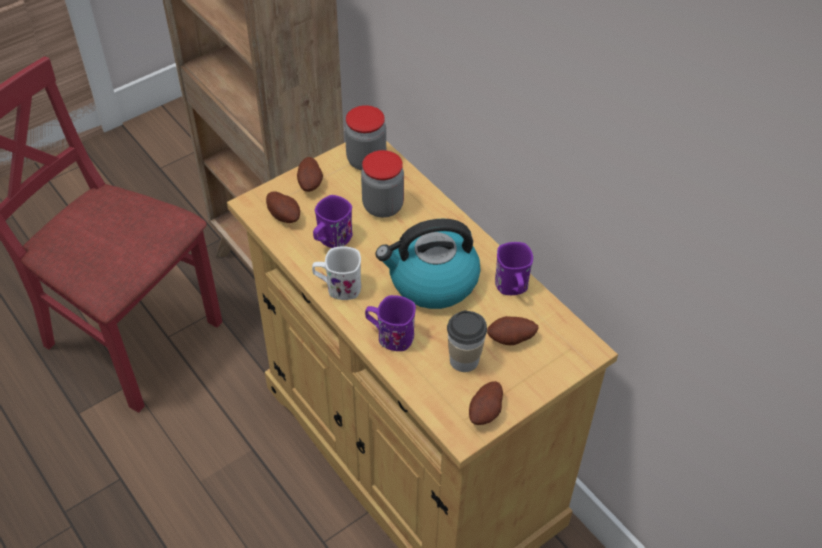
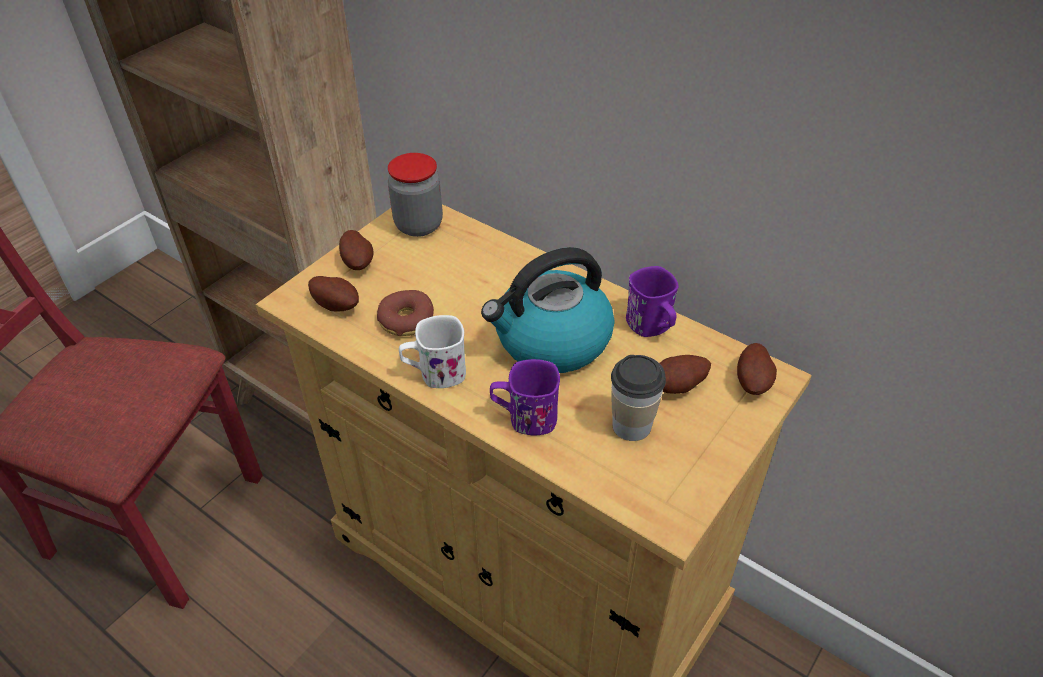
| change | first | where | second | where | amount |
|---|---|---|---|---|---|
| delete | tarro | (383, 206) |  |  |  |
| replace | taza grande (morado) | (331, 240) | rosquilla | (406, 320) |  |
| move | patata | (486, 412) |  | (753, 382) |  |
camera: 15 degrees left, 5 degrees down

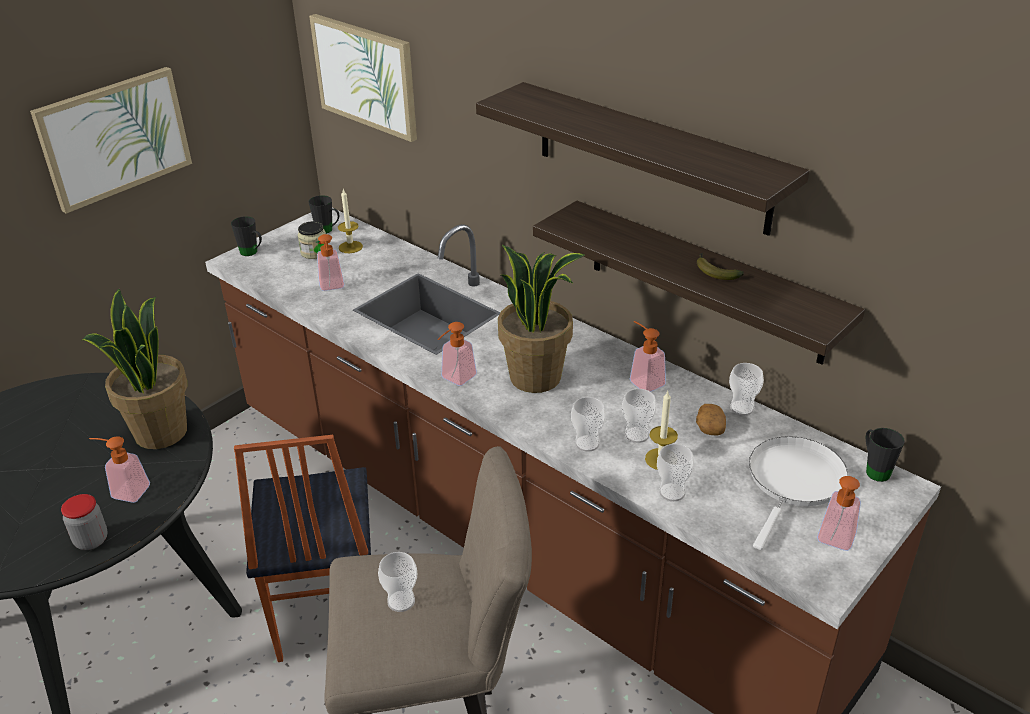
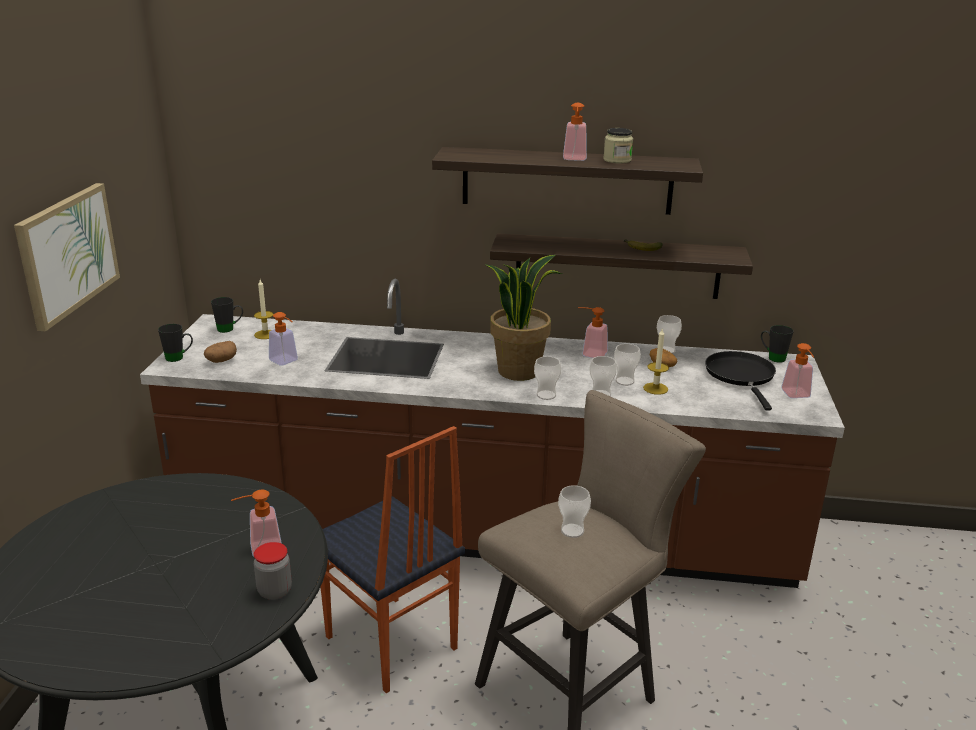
| change | first | where | second | where | amount |
|---|---|---|---|---|---|
| delete | cuadro | (365, 76) |  |  |  |
| move | tarro | (314, 252) |  | (617, 160) |  |
| delete | planta en maceta | (160, 432) |  |  |  |
| move | dispensador de jabón | (455, 379) |  | (574, 159) |  |
| recolor | sartén (blanco) | (794, 482) | sartén (negro) | (741, 376) |  |
| move | taza | (672, 492) |  | (546, 395) |  |
| insert |  |  | patata | (221, 361) |  |
camera: 35 degrees left, 10 degrees down

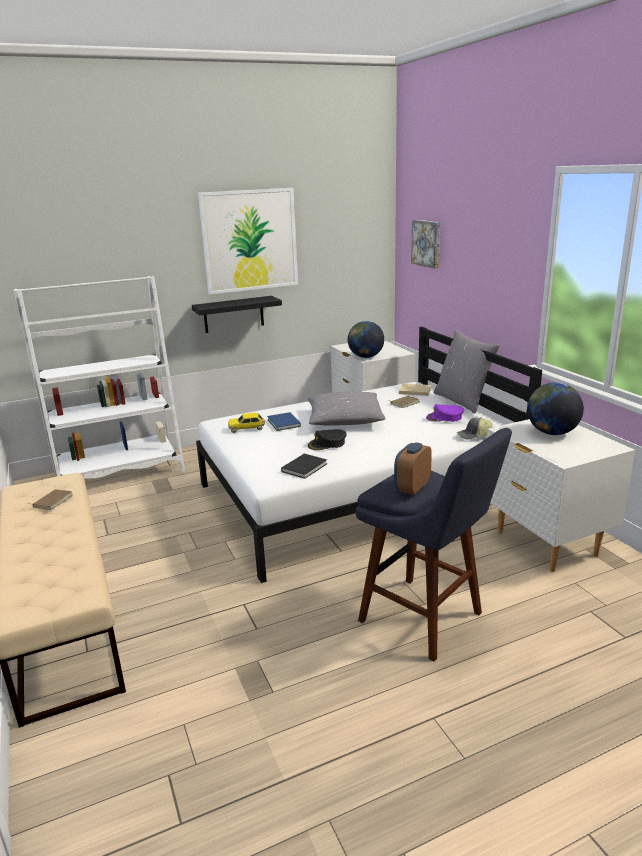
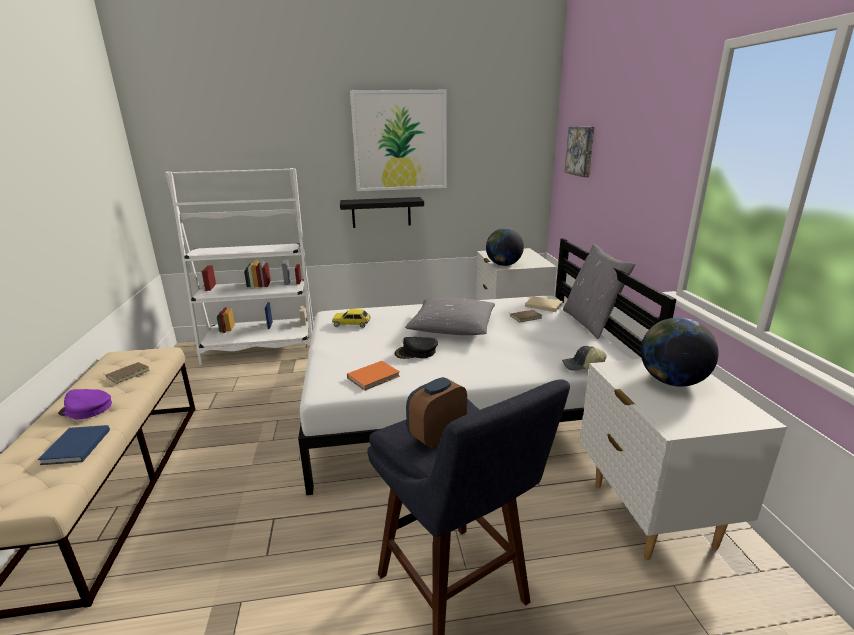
| change | first | where | second | where | amount |
|---|---|---|---|---|---|
| move | gorra (morado) | (445, 417) |  | (86, 409) |  |
| move | libro (azul) | (283, 423) |  | (75, 447) |  |
| recolor | libro (negro) | (305, 467) | libro (naranja) | (375, 377) |  |
camera: 15 degrees right, 0 degrees up

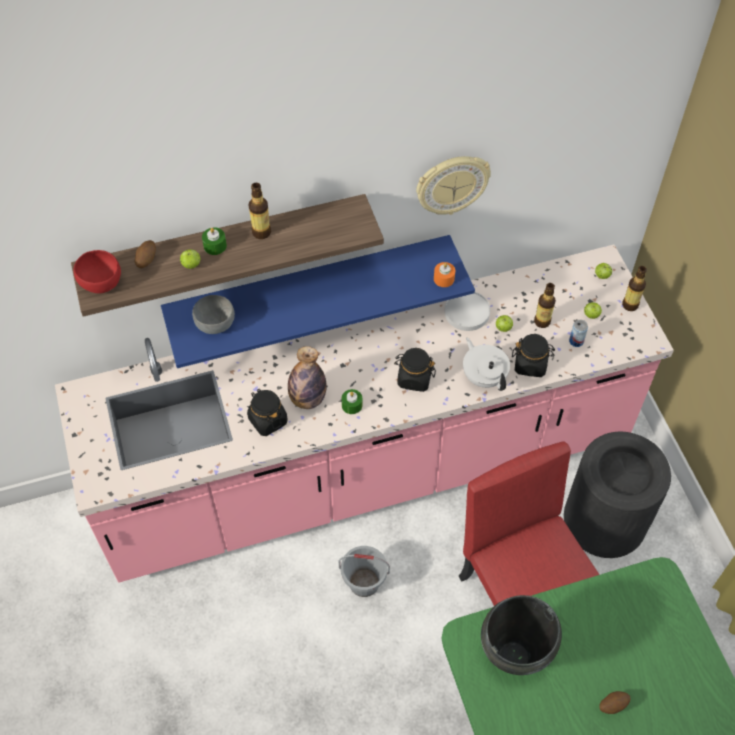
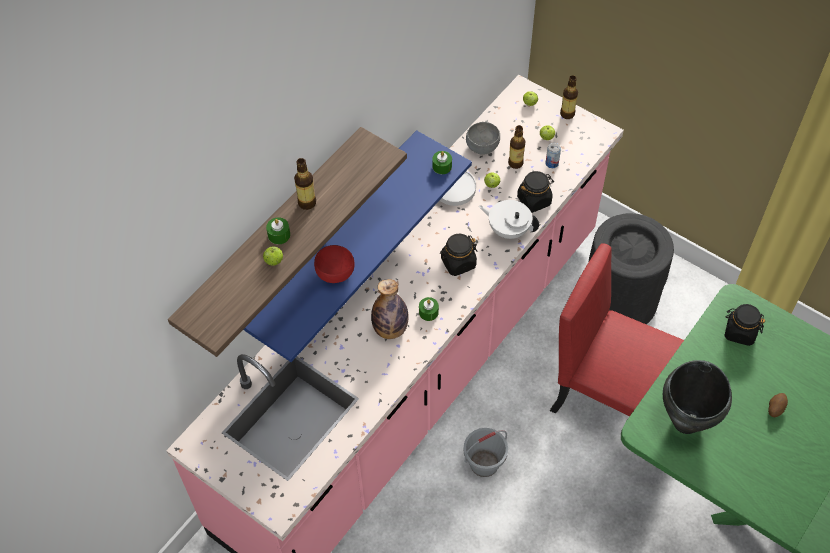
| change | first | where | second | where | amount |
|---|---|---|---|---|---|
| delete | reloj de pared | (452, 184) |  |  |  |
| delete | patata | (146, 260) |  |  |  |
| move | cuenco (rojo) | (101, 283) |  | (335, 273) |  |
| recolor | vela (naranja) | (444, 279) | vela (verde) | (442, 166) |  |
| move | cuenco (gris) | (215, 324) |  | (482, 147) |  |
| move | tarro (negro) | (267, 420) |  | (739, 332) |  |
camera: 35 degrees left, 0 degrees up

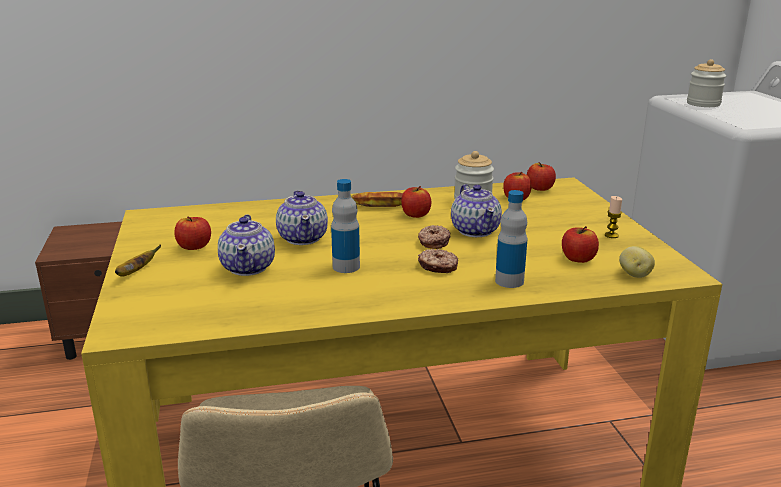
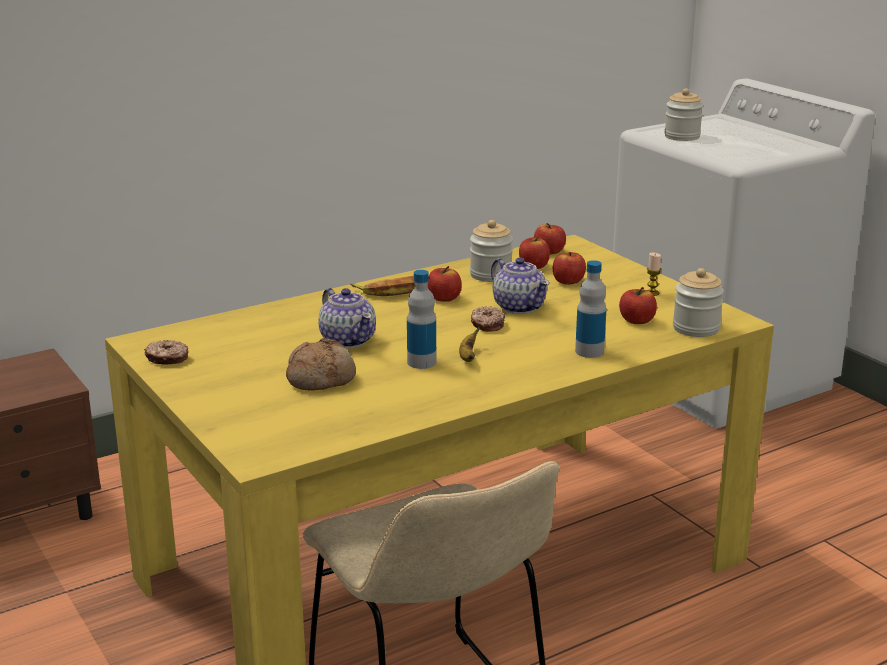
| change | first | where | second | where | amount |
|---|---|---|---|---|---|
| replace | tetera | (248, 267) | pan | (321, 378) |  |
| move | manzana | (194, 246) |  | (568, 281) |  |
| move | plátano | (136, 272) |  | (468, 357) |  |
| replace | patata | (634, 275) | tarro | (696, 328) |  |
| move | rosquilla | (438, 267) |  | (167, 359) |  |
camera: 20 degrees left, 0 degrees up

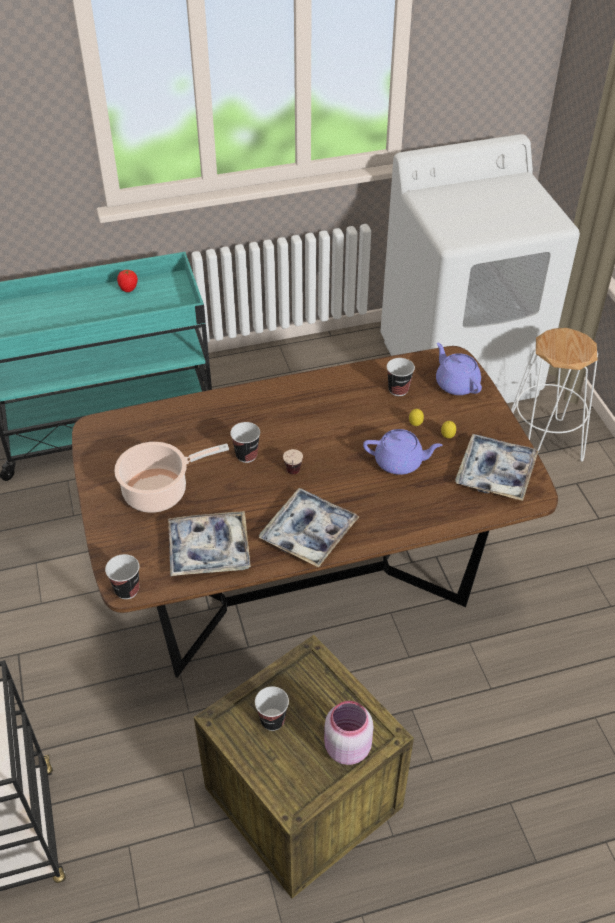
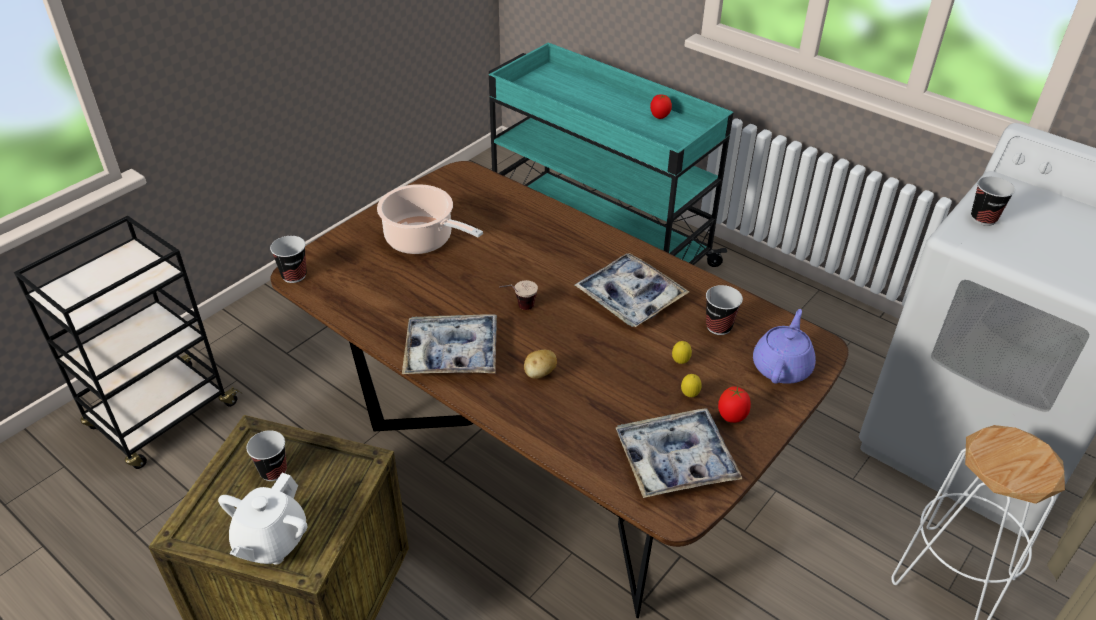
| change | first | where | second | where | amount |
|---|---|---|---|---|---|
| move | taza | (246, 455) |  | (983, 218) |  |
| delete | tetera (morado) | (399, 462) |  |  |  |
| move | bandeja | (209, 550) |  | (630, 297) |  |
| replace | tarro (rosa) | (346, 747) | tetera (blanco) | (271, 541) |  |
| insert |  |  | patata | (540, 374) |  |
| insert |  |  | tomate | (732, 417) |  |
camera: 55 degrees right, 5 degrees down

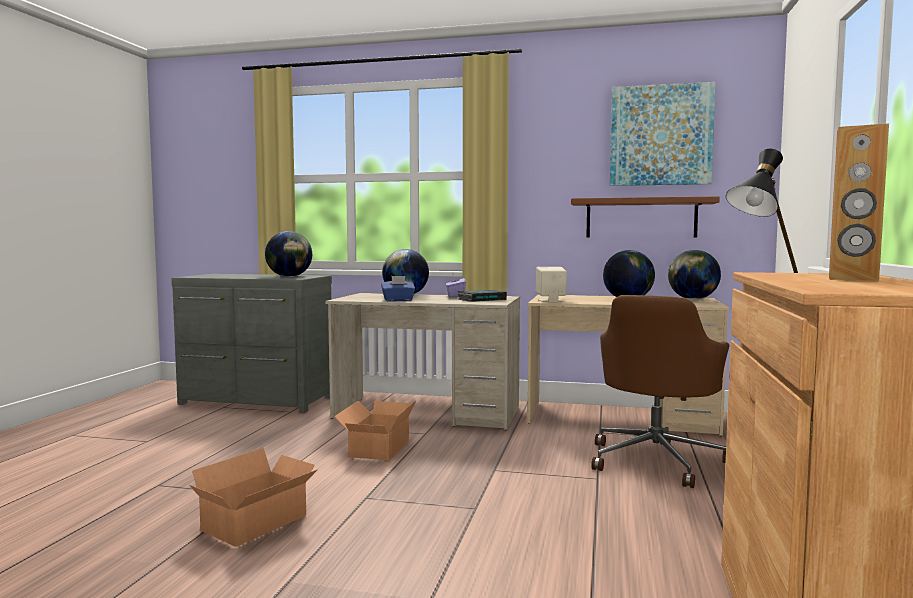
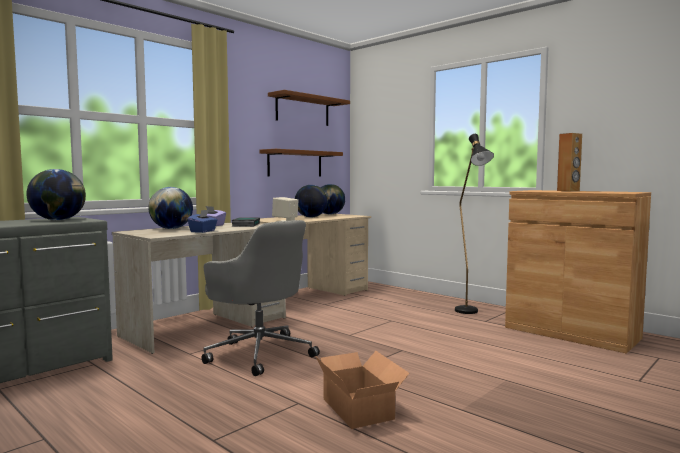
| change | first | where | second | where | amount |
|---|---|---|---|---|---|
| replace | cuadro | (660, 135) | estante (marrón) | (302, 110) |  |
| delete | silla de oficina (marrón) | (656, 460) |  |  |  |
| replace | caja de cartón | (376, 448) | silla de oficina (gris) | (259, 353) |  |
camera: 60 degrees left, 0 degrees up

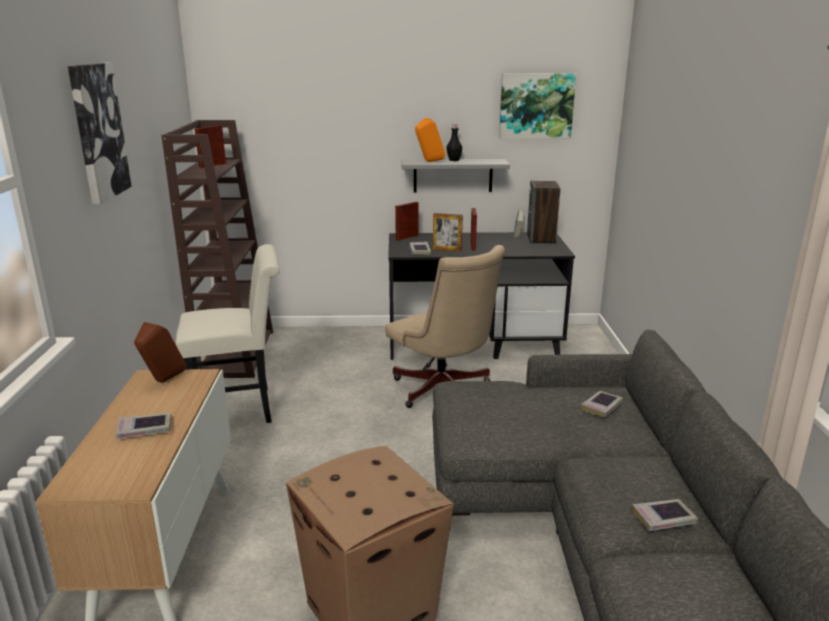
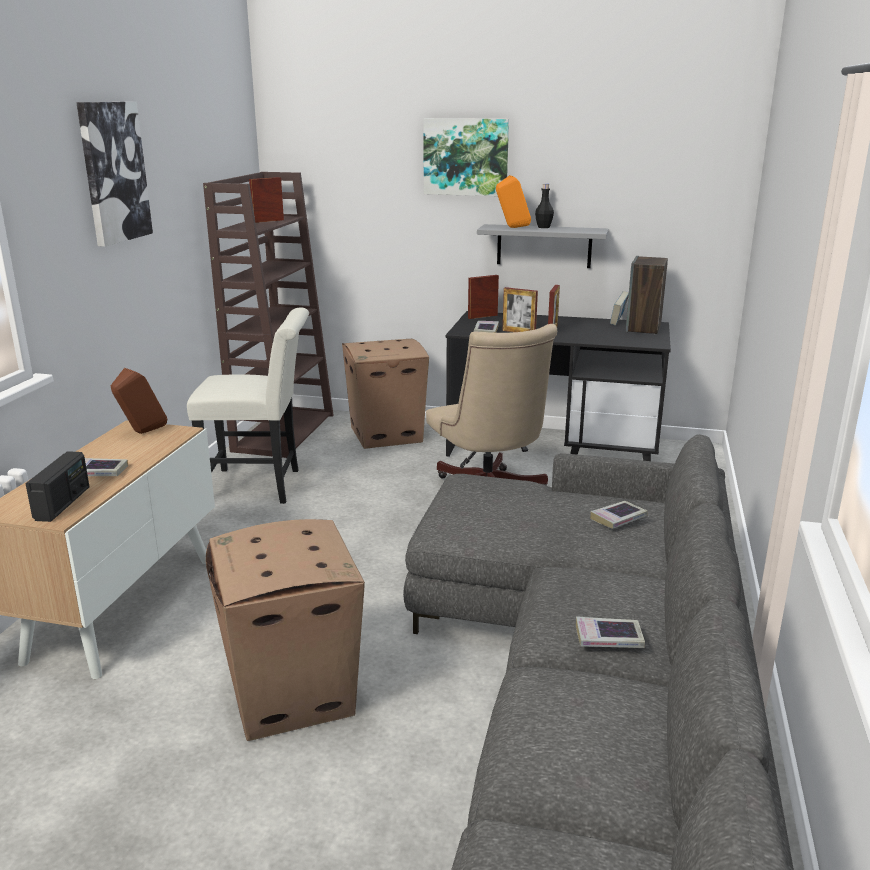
| change | first | where | second | where | amount |
|---|---|---|---|---|---|
| move | cuadro | (536, 105) |  | (466, 157) |  |
| insert |  |  | caja de cartón | (387, 434) |  |
| insert |  |  | radio | (63, 504) |  |
camera: 15 degrees right, 0 degrees up

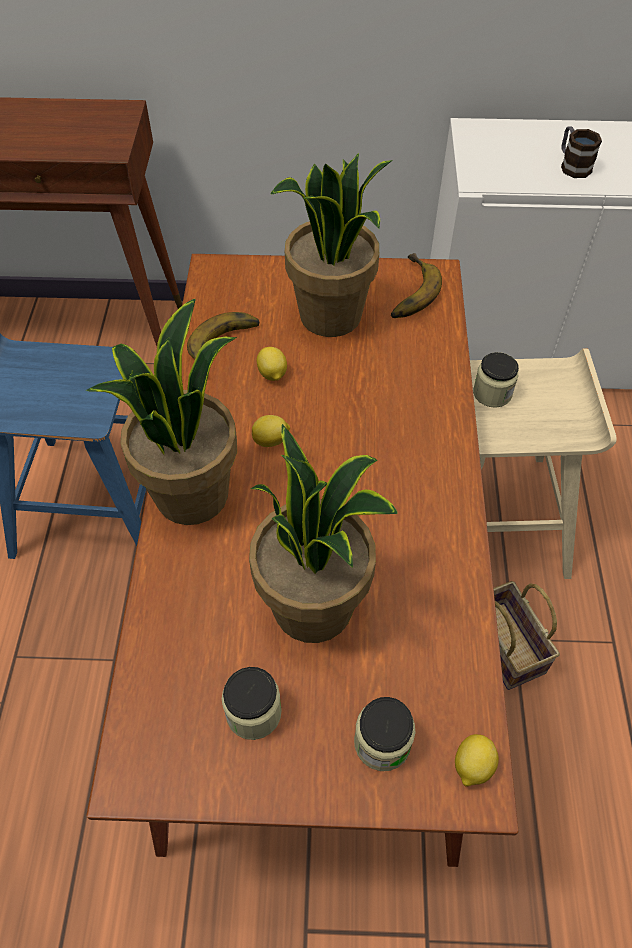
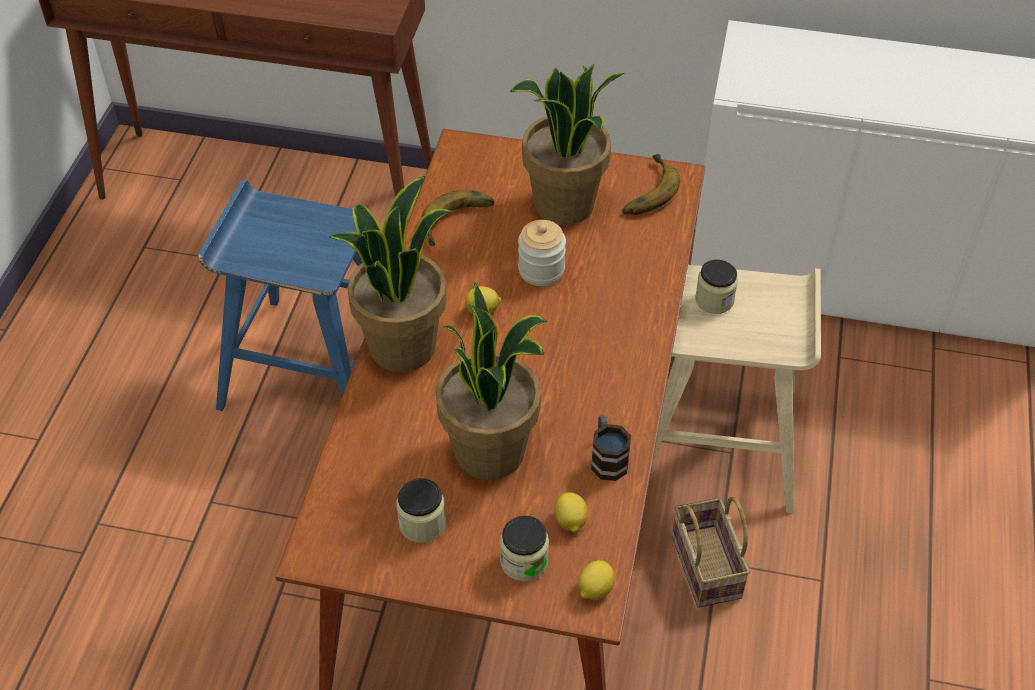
| change | first | where | second | where | amount |
|---|---|---|---|---|---|
| move | taza grande | (572, 165) |  | (607, 458) |  |
| move | limón | (272, 374) |  | (570, 522) |  |
| insert |  |  | tarro | (541, 270) |  |
camera: 10 degrees right, 5 degrees down

